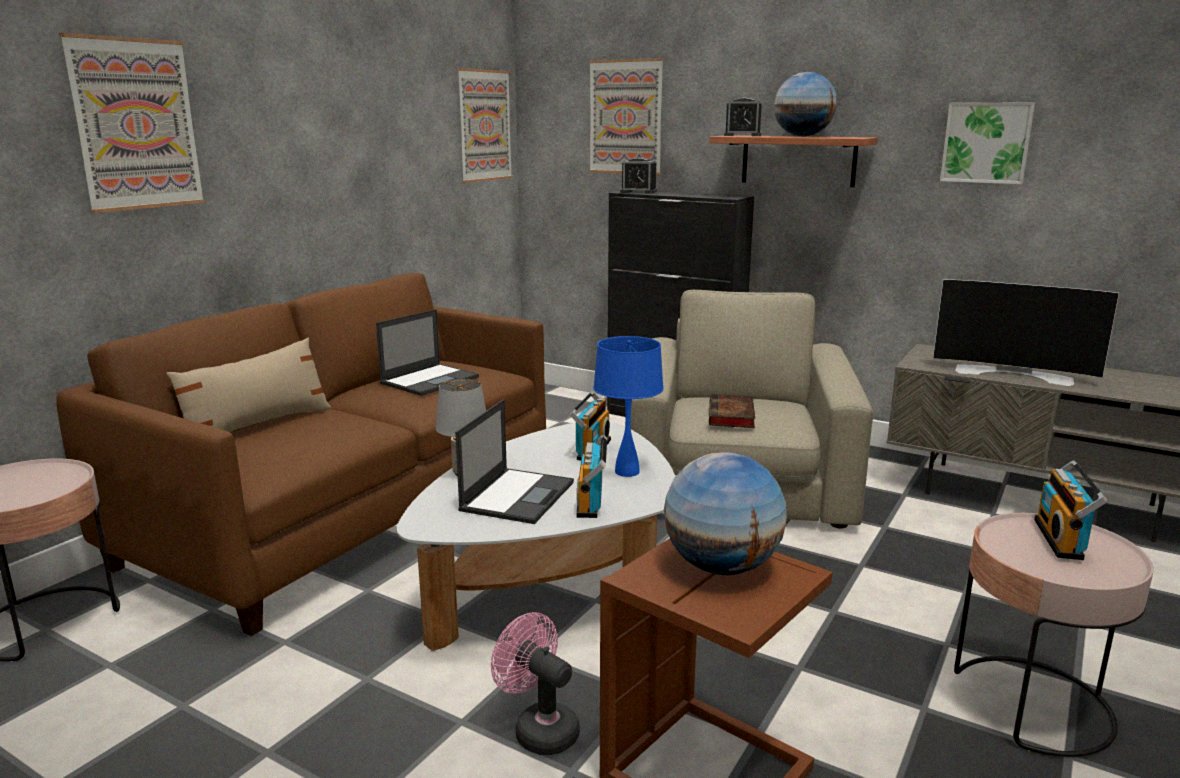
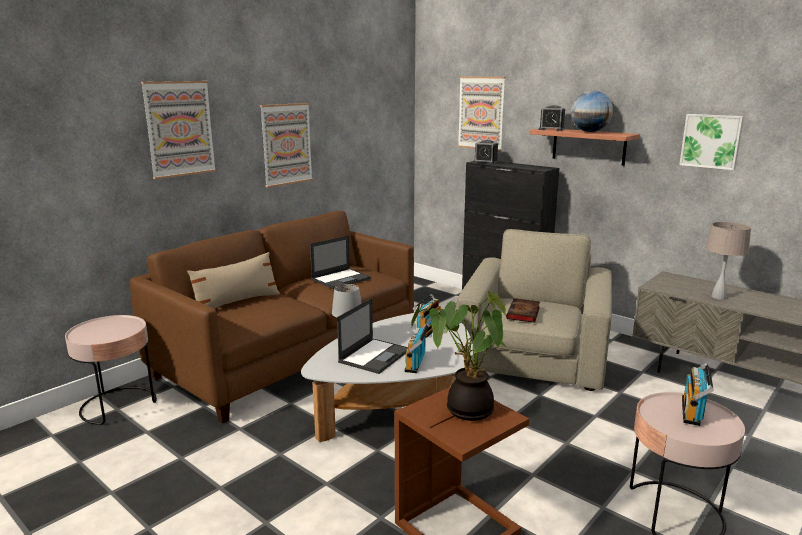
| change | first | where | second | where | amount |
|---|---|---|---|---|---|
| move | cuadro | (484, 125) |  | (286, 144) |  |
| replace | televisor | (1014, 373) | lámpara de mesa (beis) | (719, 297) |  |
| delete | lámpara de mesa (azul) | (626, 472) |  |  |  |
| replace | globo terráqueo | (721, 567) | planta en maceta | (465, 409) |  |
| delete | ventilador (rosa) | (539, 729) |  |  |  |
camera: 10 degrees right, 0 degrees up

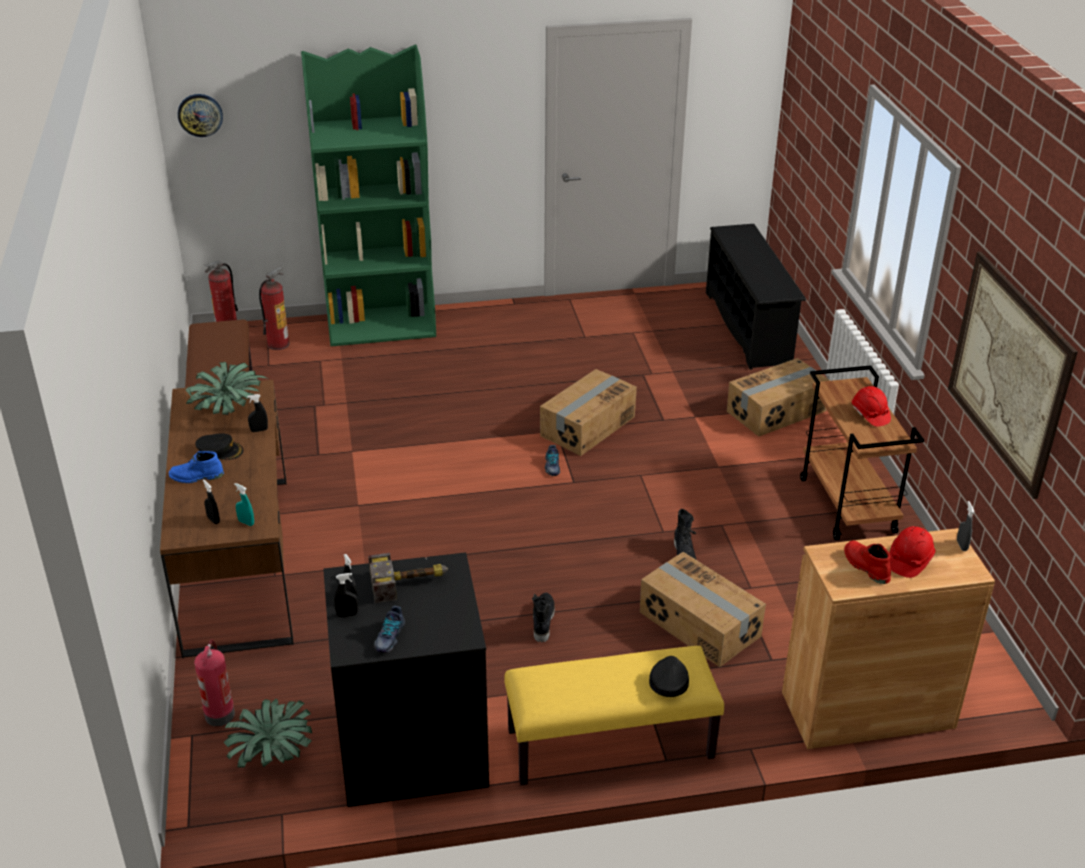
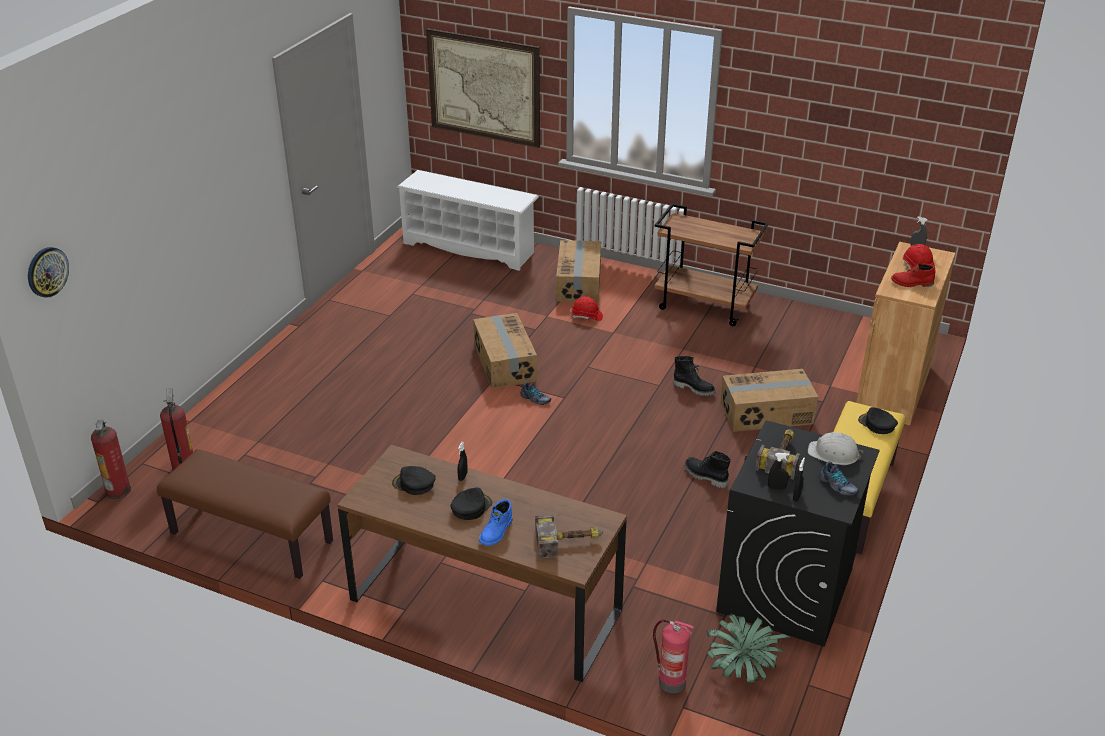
| change | first | where | second | where | amount |
|---|---|---|---|---|---|
| delete | estantería (verde) | (382, 326) |  |  |  |
| recolor | zapatero (negro) | (749, 327) | zapatero (blanco) | (470, 248) |  |
| move | cuadro | (1008, 372) |  | (484, 88) |  |
| replace | planta en maceta | (228, 411) | gorra (negro) | (414, 484) |  |
| move | casco (rojo) | (870, 414) |  | (587, 316) |  |
| replace | pulverizador (negro) | (213, 520) | martillo | (570, 541) |  |
| delete | pulverizador (turquesa) | (246, 522) |  |  |  |
| insert |  |  | casco (blanco) | (833, 453) |  |
camera: 55 degrees left, 0 degrees up

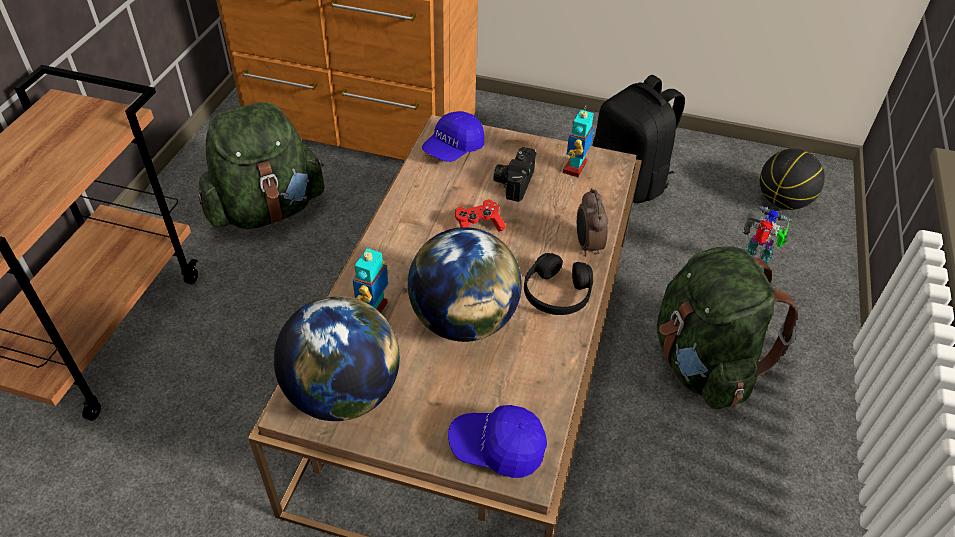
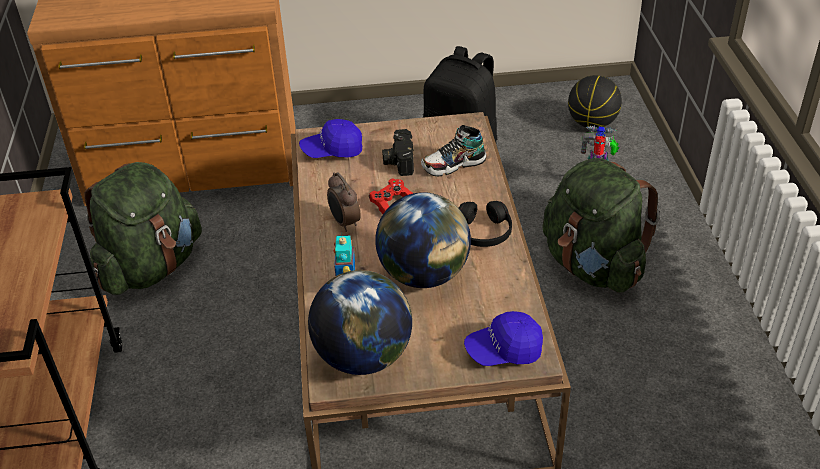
| change | first | where | second | where | amount |
|---|---|---|---|---|---|
| delete | robot de juguete | (575, 168) |  |  |  |
| rotate | gorra (azul) | (453, 149) |  | (332, 151) | 60 degrees clockwise |
| move | despertador | (587, 246) |  | (344, 223) |  |
| insert |  |  | zapato | (454, 165) |  |
camera: 20 degrees left, 5 degrees down

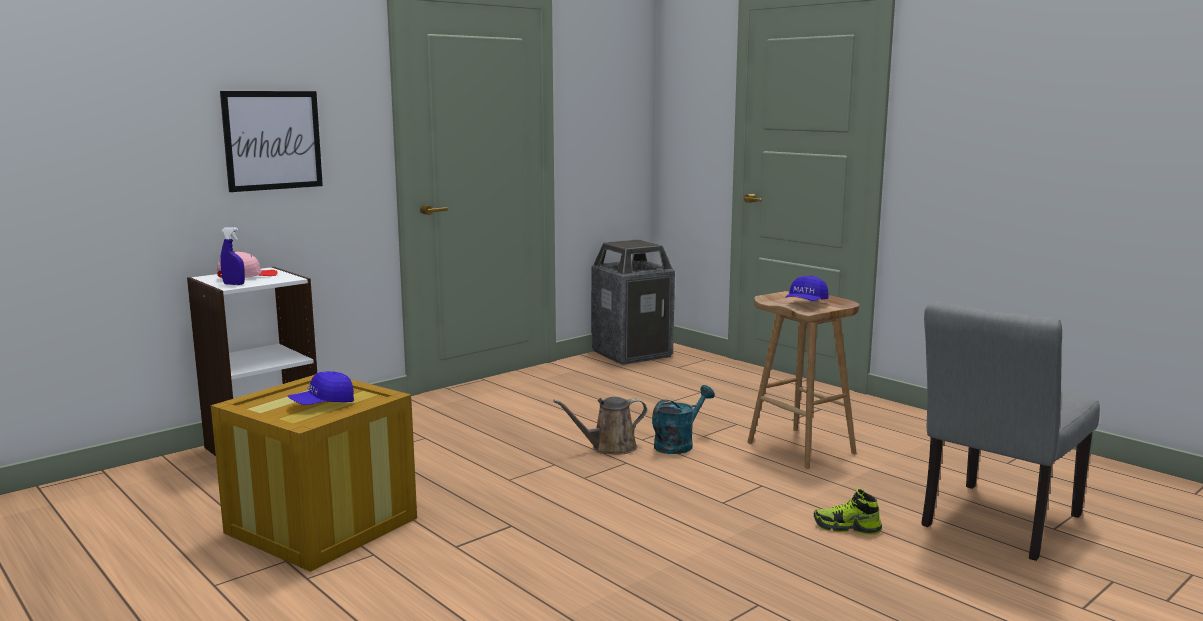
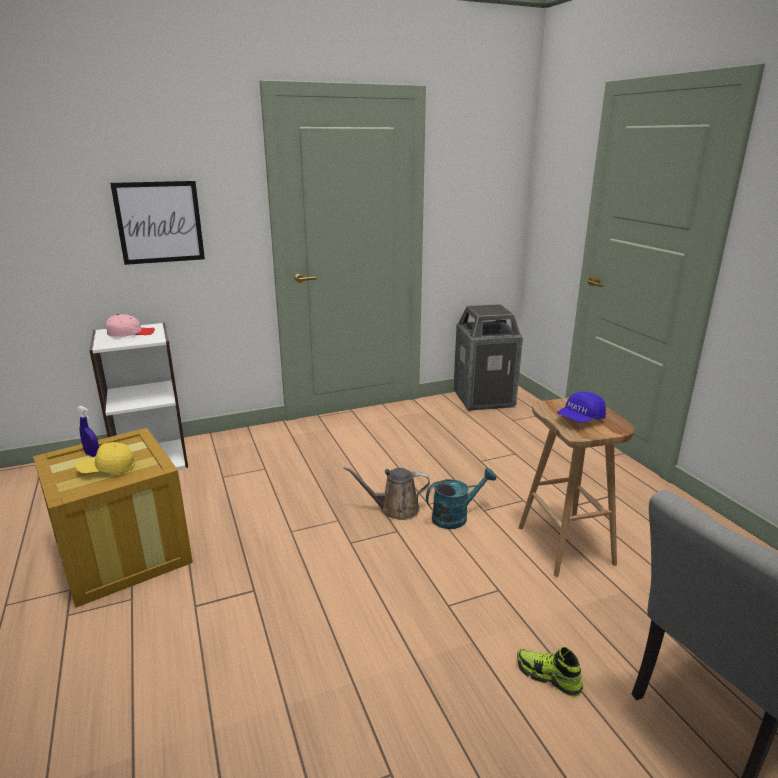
| change | first | where | second | where | amount |
|---|---|---|---|---|---|
| move | pulverizador (azul) | (234, 284) |  | (92, 455) |  |
| recolor | gorra (azul) | (322, 404) | gorra (amarillo) | (107, 469) |  |
camera: 20 degrees right, 10 degrees up

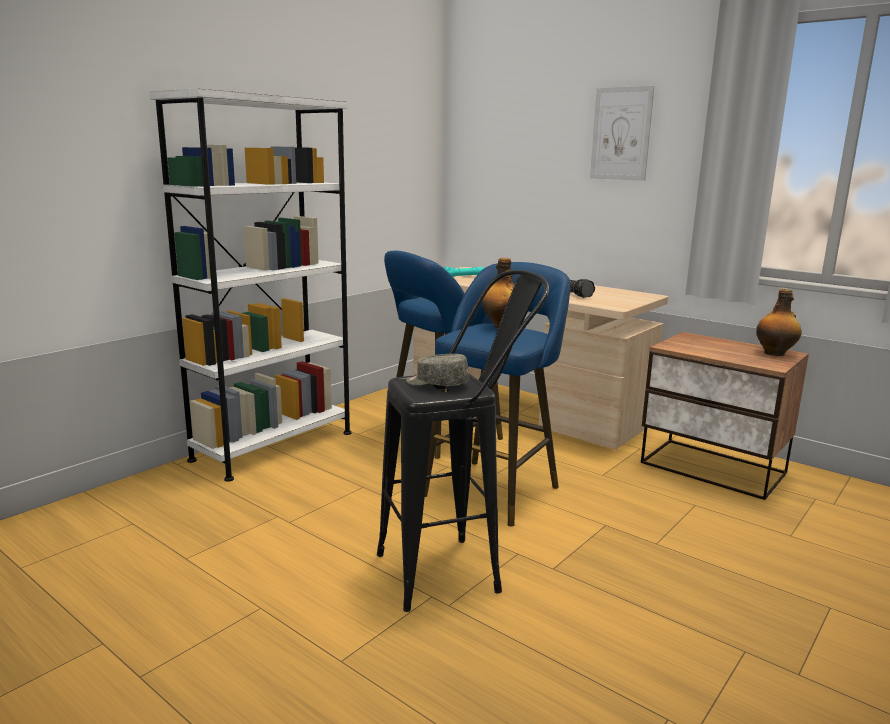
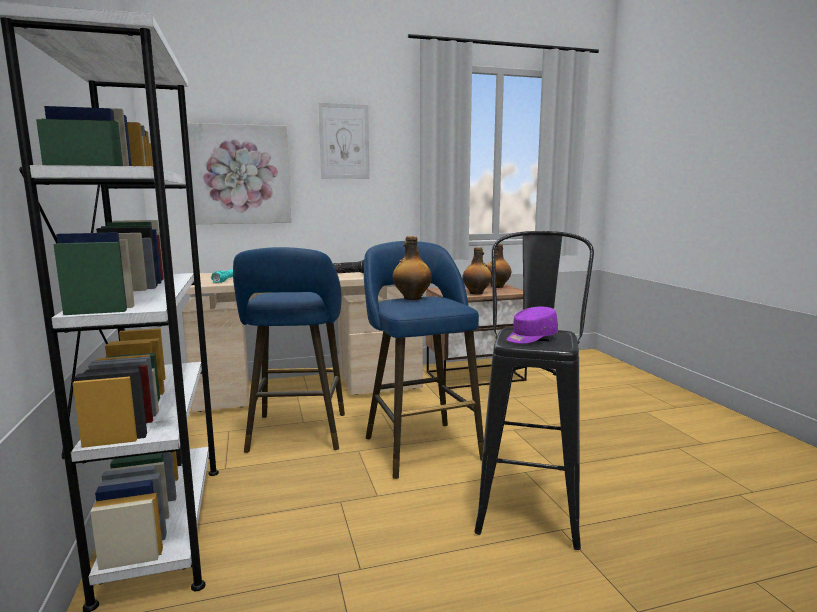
| change | first | where | second | where | amount |
|---|---|---|---|---|---|
| recolor | gorra (gris) | (437, 383) | gorra (morado) | (530, 337) |  |
| insert |  |  | cuadro | (239, 175) |  |
| insert |  |  | botella | (476, 293) |  |
camera: 55 degrees left, 5 degrees down

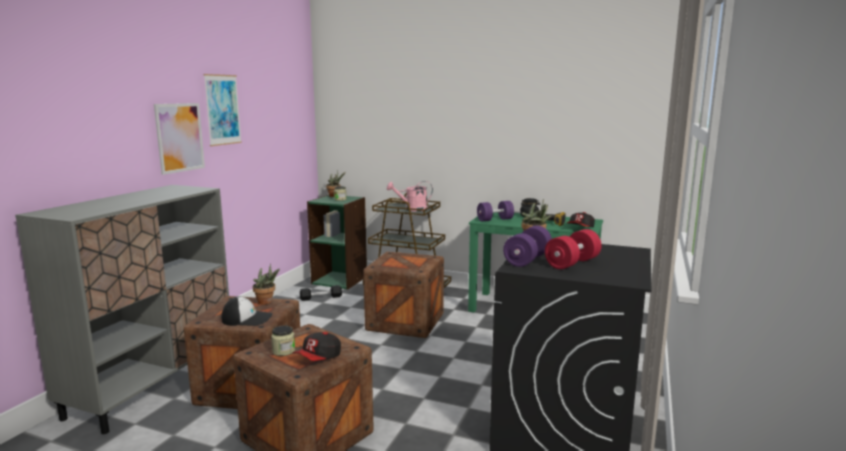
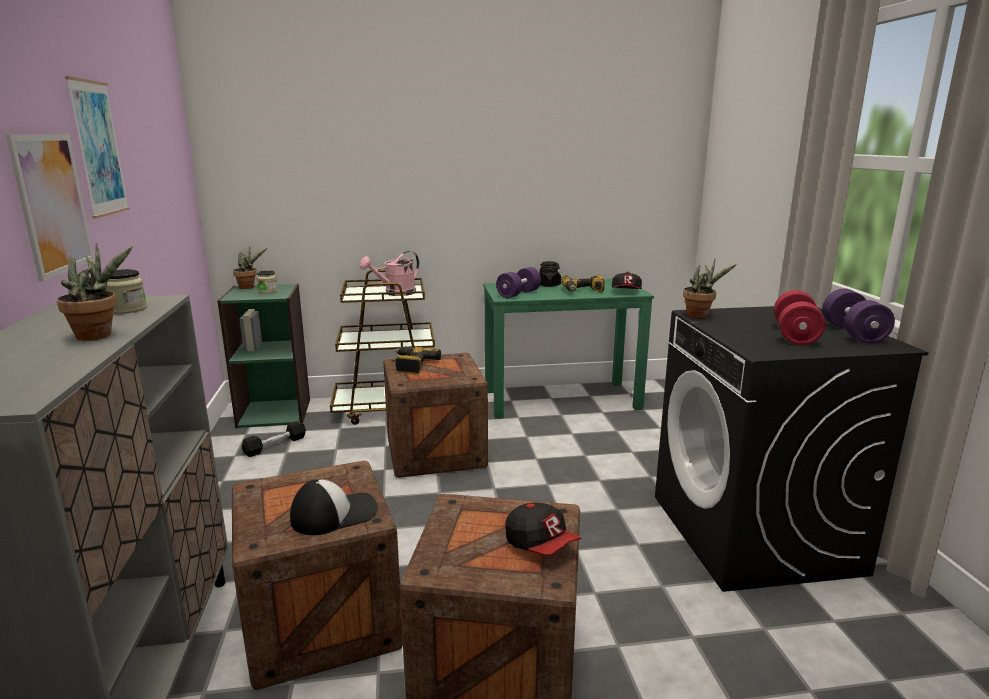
| change | first | where | second | where | amount |
|---|---|---|---|---|---|
| move | mancuerna (morado) | (527, 260) |  | (853, 333) |  |
| move | planta en maceta | (267, 302) |  | (100, 335) |  |
| move | tarro | (283, 351) |  | (127, 309) |  |
| rotate | gorra | (318, 358) |  | (541, 545) | 45 degrees counterclockwise |
| insert |  |  | taladro | (412, 365) |  |
camera: 30 degrees left, 5 degrees up

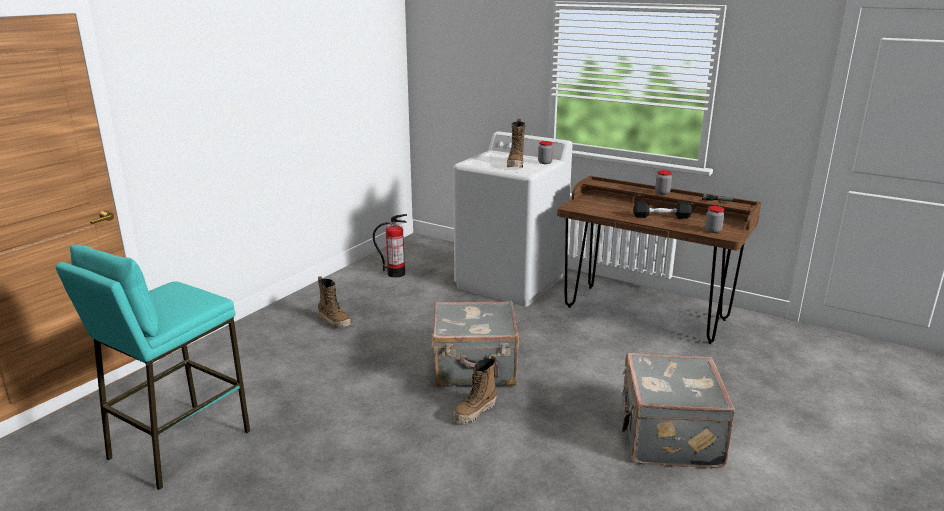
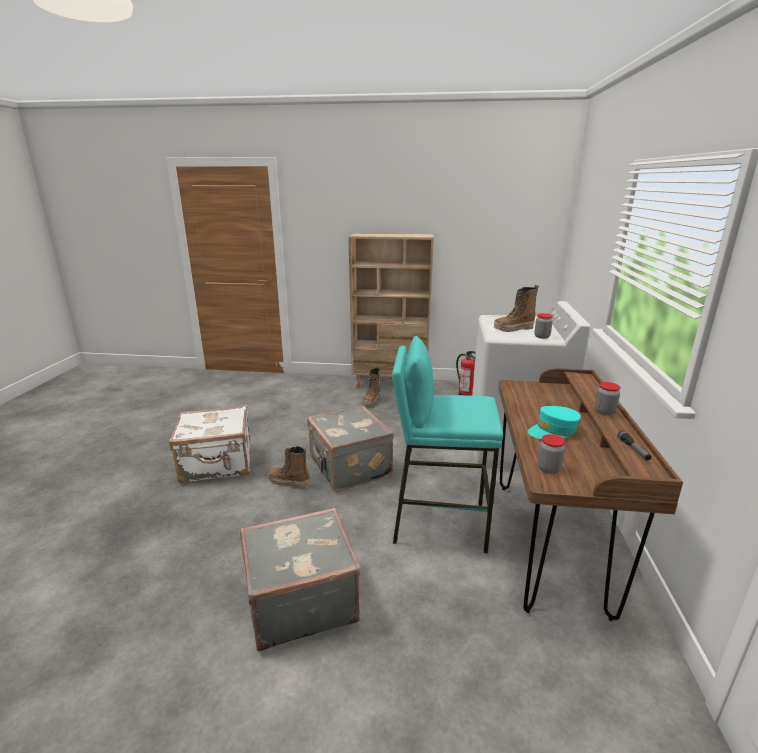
| change | first | where | second | where | amount |
|---|---|---|---|---|---|
| replace | mancuerna (negro) | (661, 216) | gorra (turquesa) | (553, 431) |  |
| move | taburete (turquesa) | (178, 444) |  | (439, 522) |  |
| insert |  |  | estantería (beis) | (390, 385) |  |
| insert |  |  | maleta (blanco) | (217, 465) |  |
camera: 65 degrees right, 0 degrees up

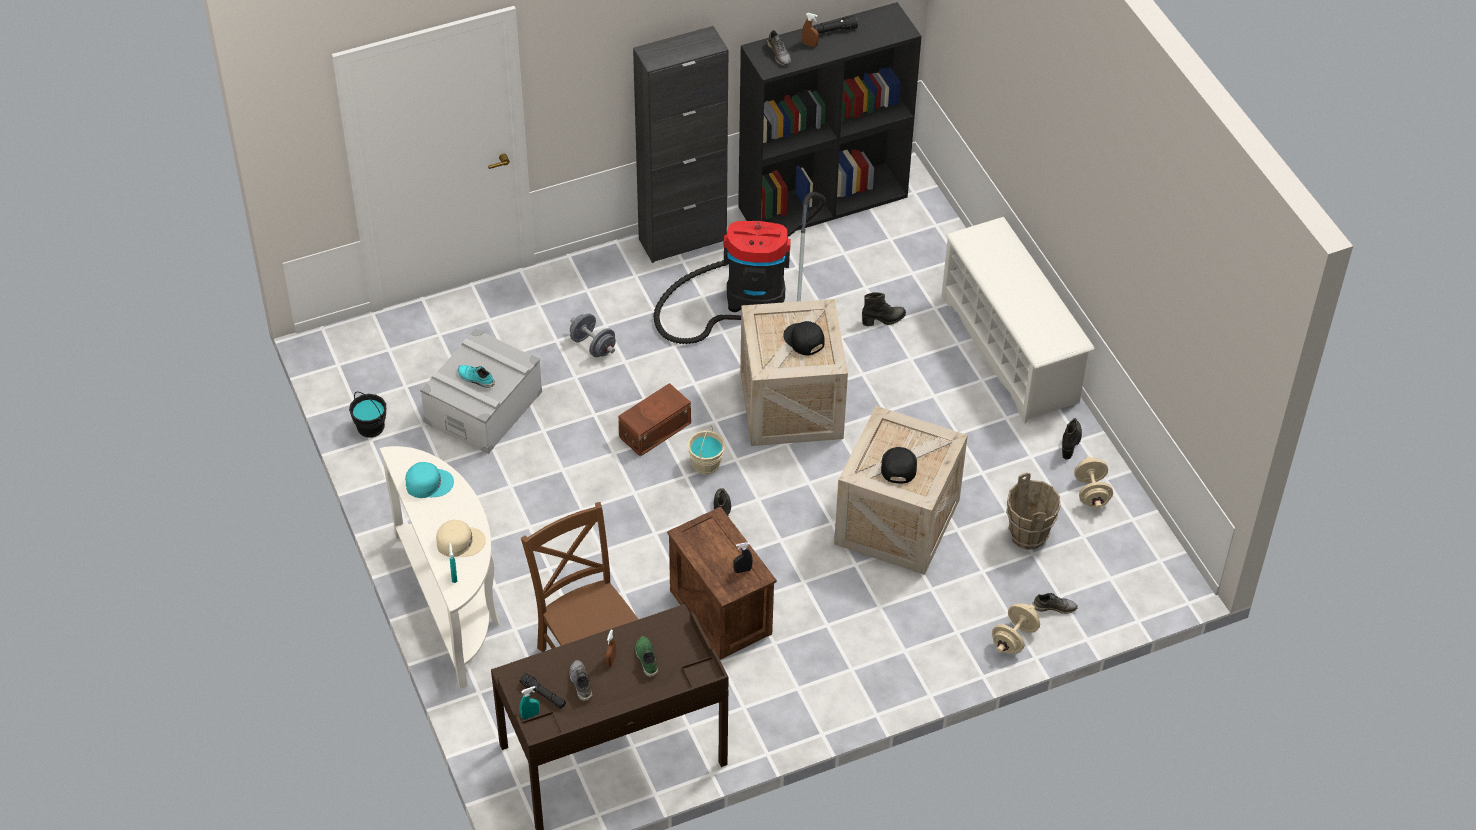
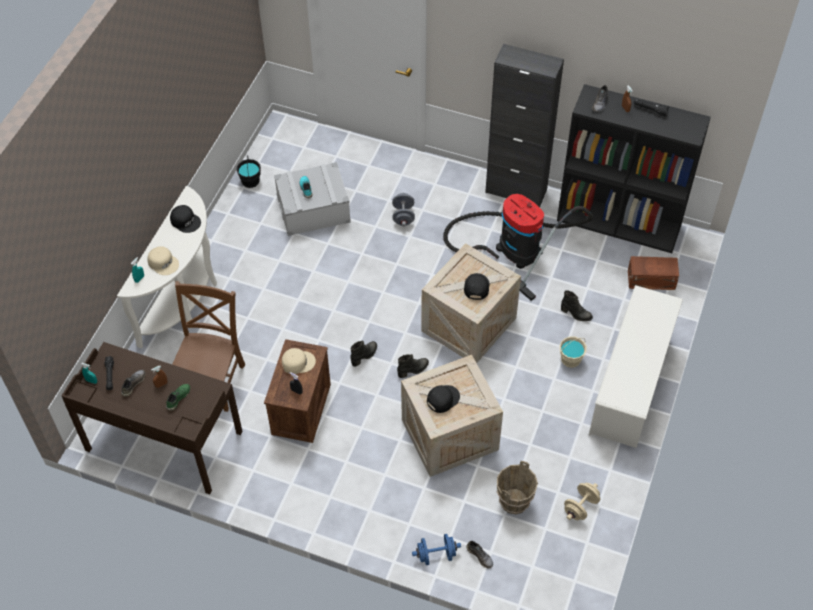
| change | first | where | second | where | amount |
|---|---|---|---|---|---|
| move | caja de almacenaje (marrón) | (653, 430) |  | (650, 279) |  |
| move | bota (negro) | (1071, 442) |  | (413, 370) |  |
| move | cubo (beis) | (706, 464) |  | (570, 359) |  |
| recolor | gorra (turquesa) | (428, 483) | gorra (negro) | (186, 221) |  |
| recolor | mancuerna (beis) | (1014, 638) | mancuerna (azul) | (436, 555) |  |
| insert |  |  | gorra (beis) | (298, 362) |  |
camera: 45 degrees right, 5 degrees up

